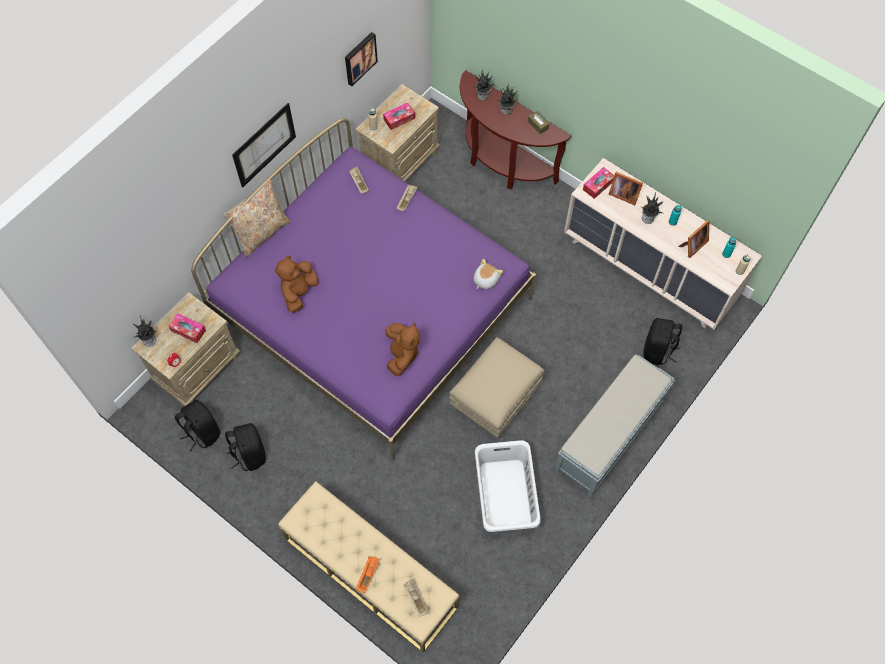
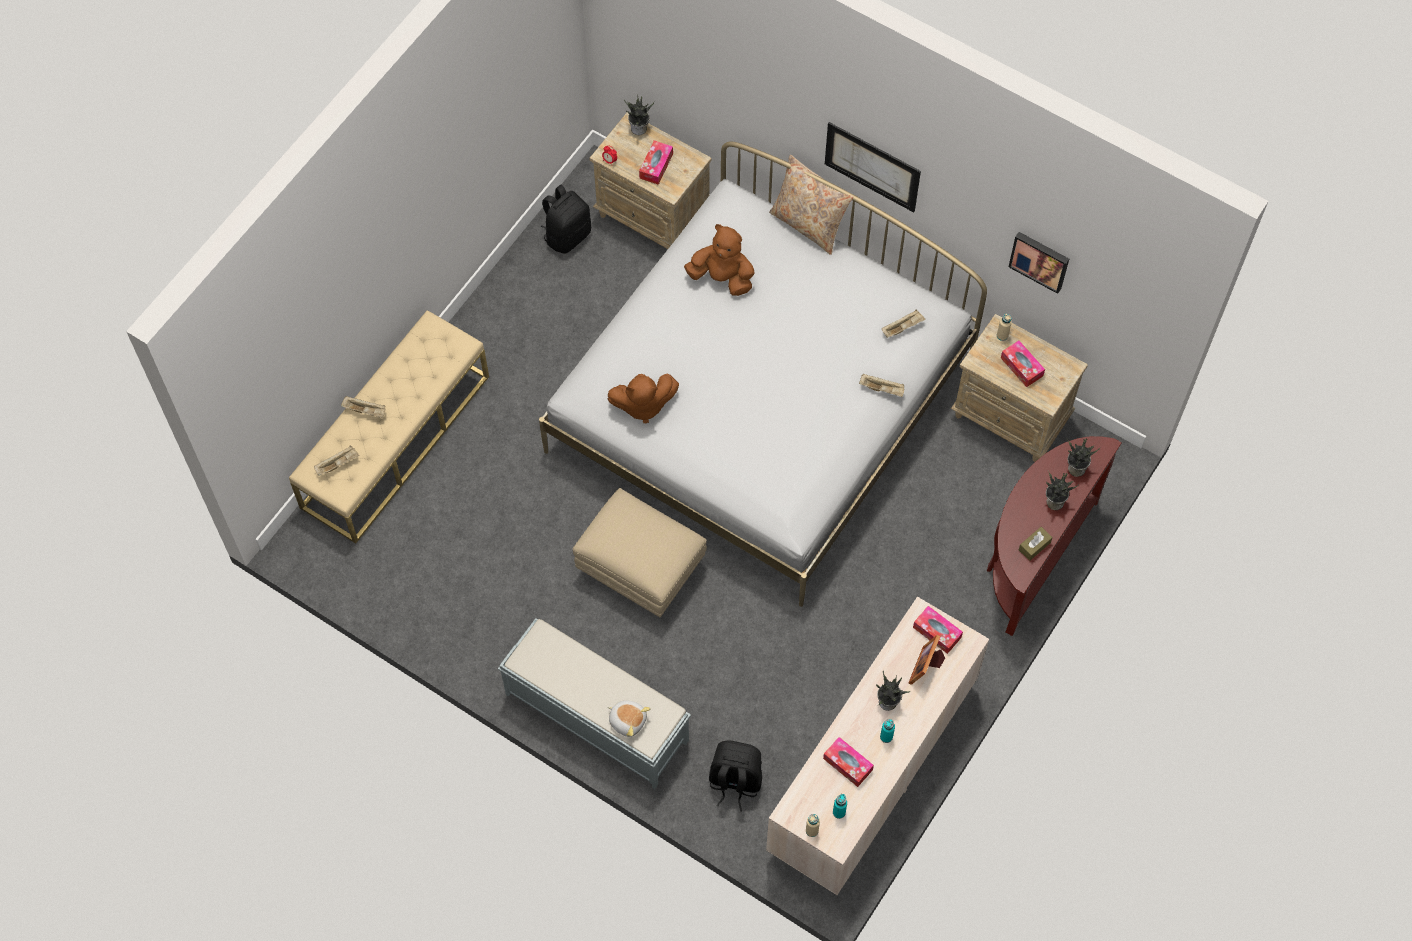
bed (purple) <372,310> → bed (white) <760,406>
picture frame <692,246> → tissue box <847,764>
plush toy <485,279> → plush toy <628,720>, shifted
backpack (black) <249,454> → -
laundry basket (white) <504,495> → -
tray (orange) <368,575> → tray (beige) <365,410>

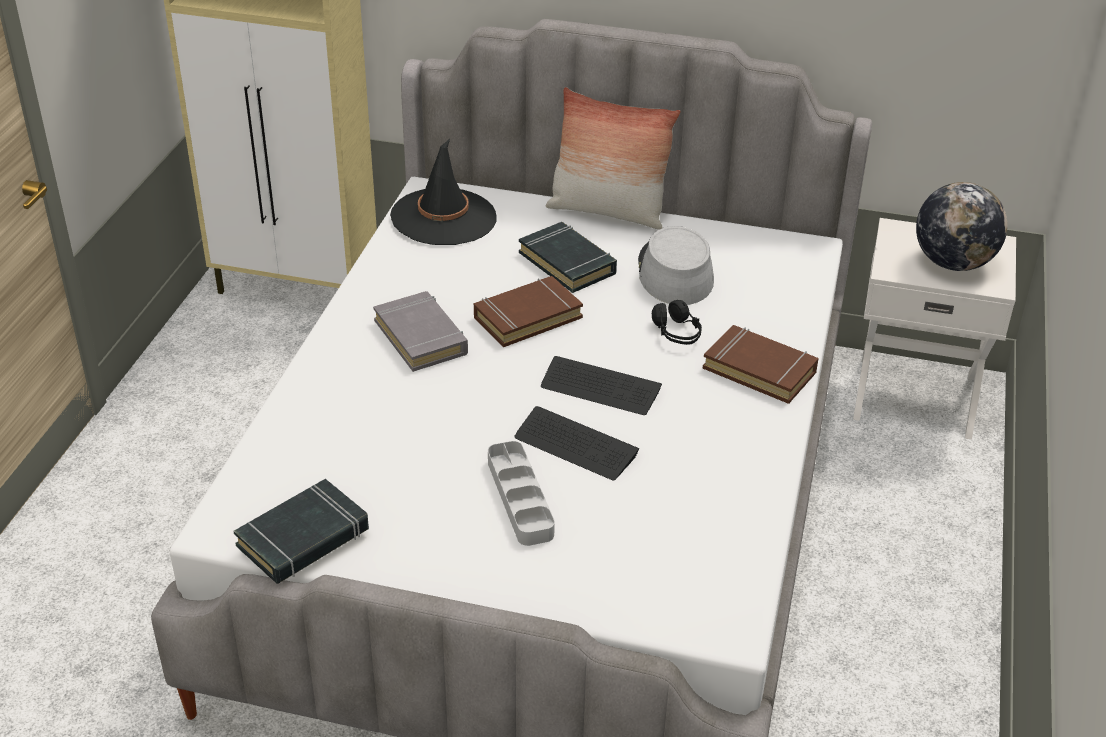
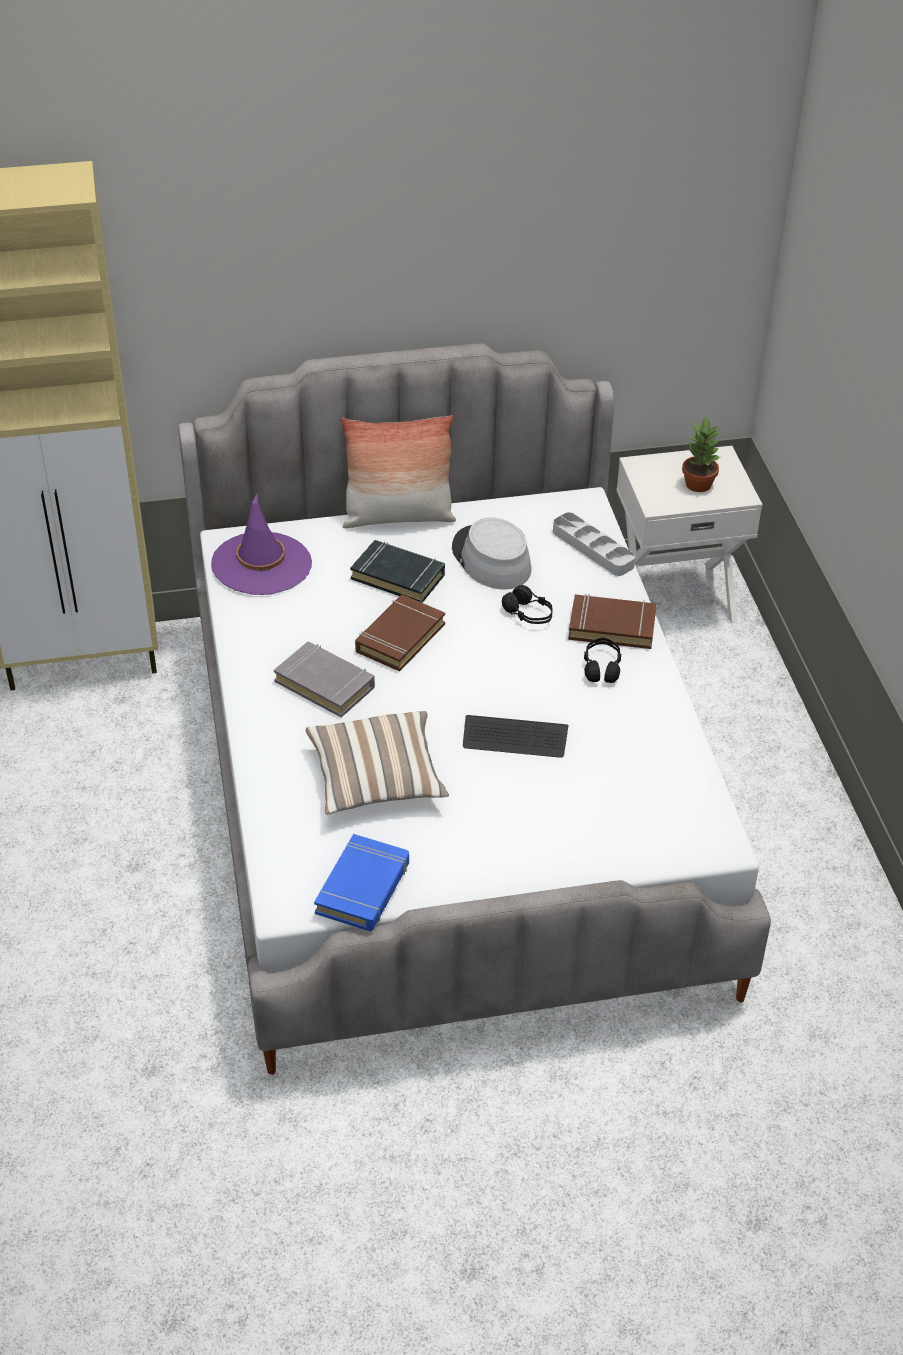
hat (black) <444,217> → hat (purple) <261,564>
globe <953,263> → potted plant <699,484>
keyboard <600,388> → -
tray (grey) <520,498> → tray (grey) <593,548>, shifted
book (black) <304,538> → book (blue) <363,888>
- → headphones (black) <601,667>
- → pillow <377,779>

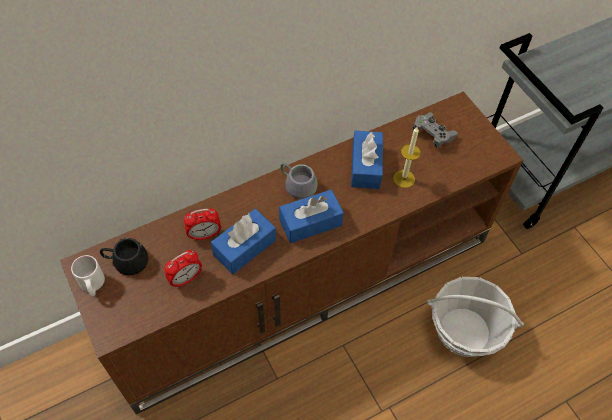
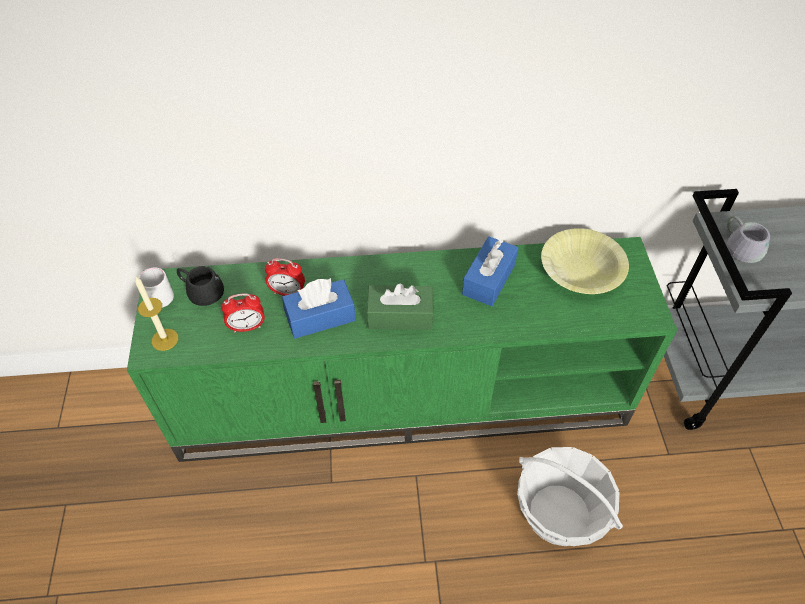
tv stand (brown) <302,282> → tv stand (green) <404,395>
game controller (grey) <432,135> → bowl (yellow) <581,270>
candle <404,179> → candle <165,339>, shifted
mug (grey) <299,182> → mug (grey) <743,245>, shifted
tissue box (blue) <310,222> → tissue box (green) <400,315>

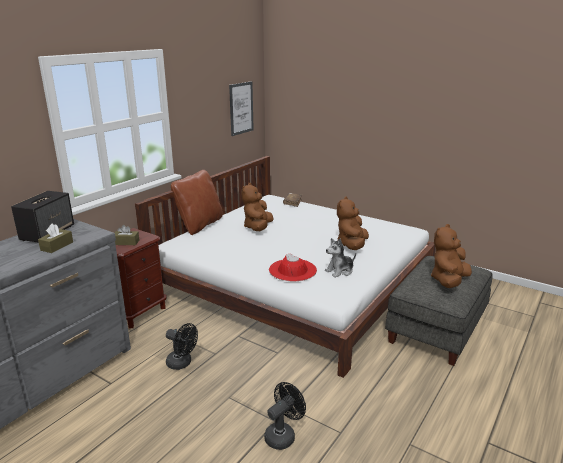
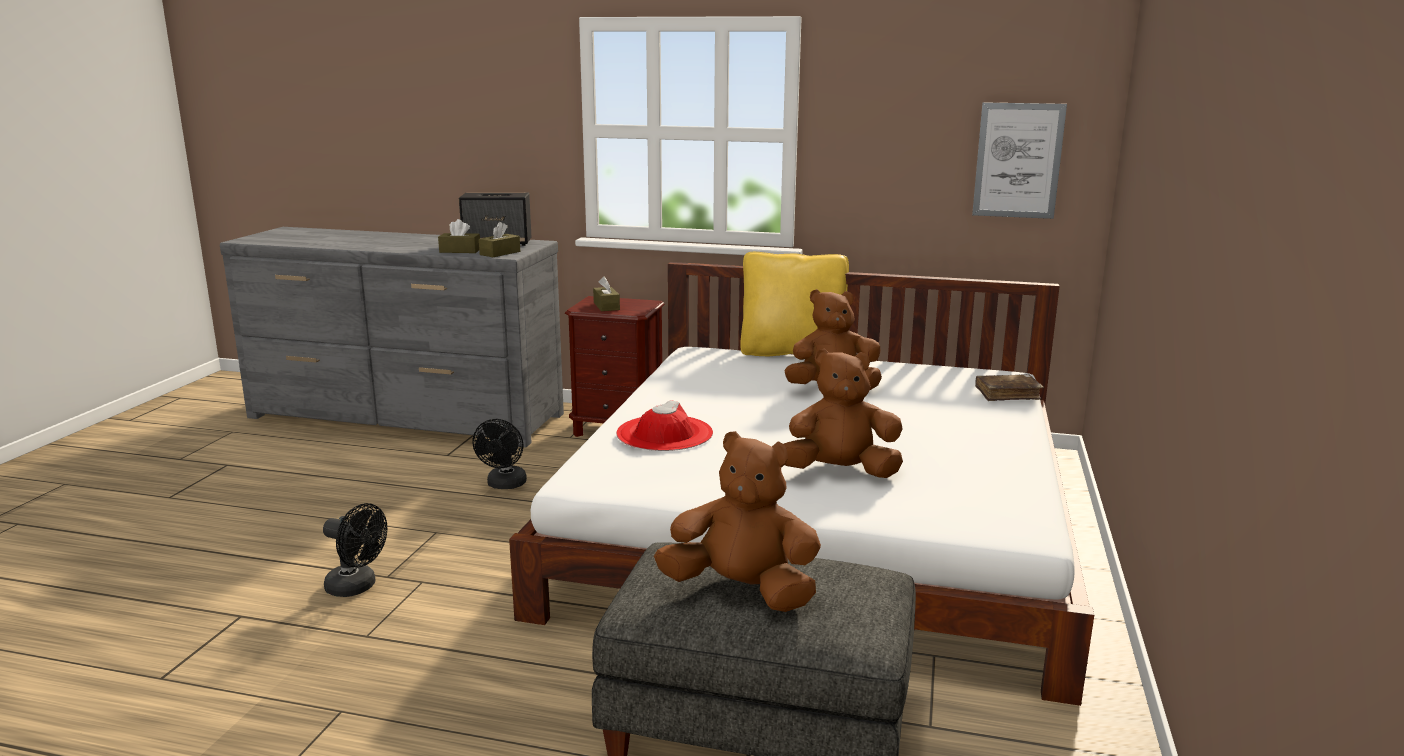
pillow (brown) <199,225> → pillow (yellow) <792,352>
plush toy <340,271> → -
- → tissue box (brown) <500,253>

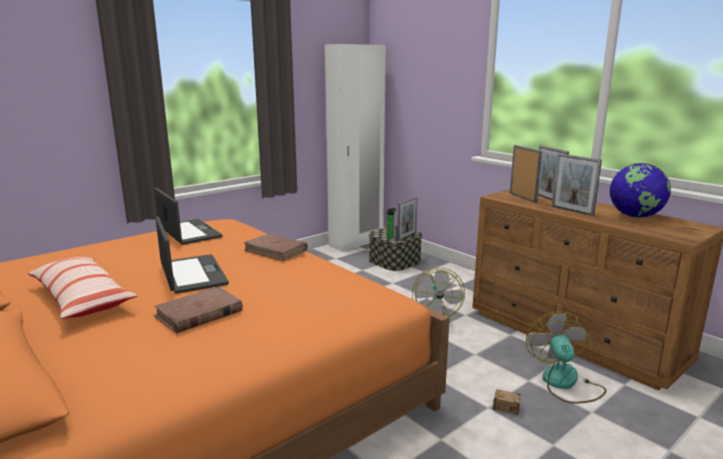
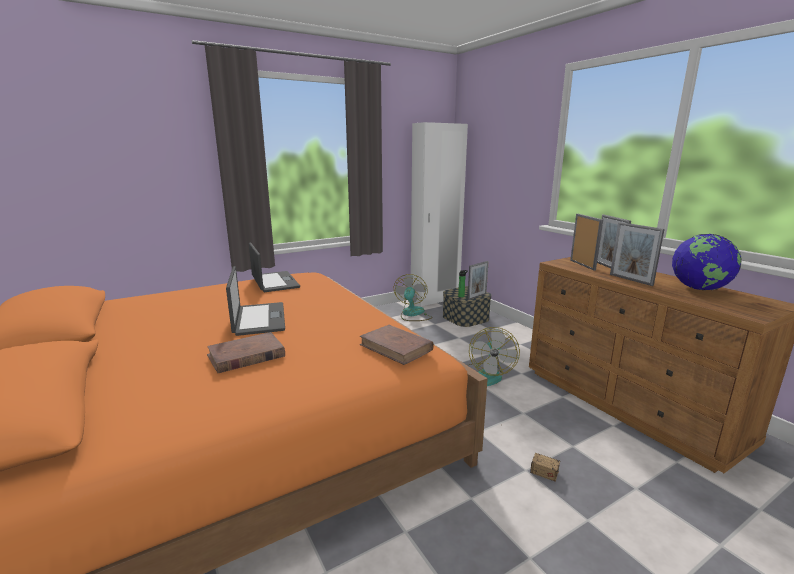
book (brown) <276,250> → book (brown) <396,347>, shifted
pillow <82,299> → -
fan <564,383> → fan <412,314>, shifted

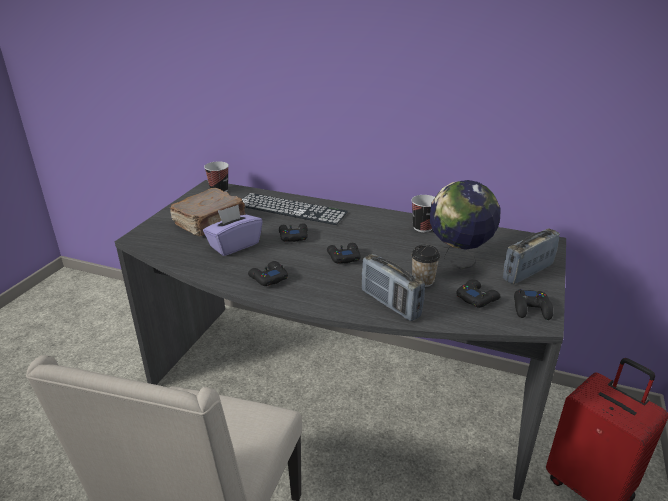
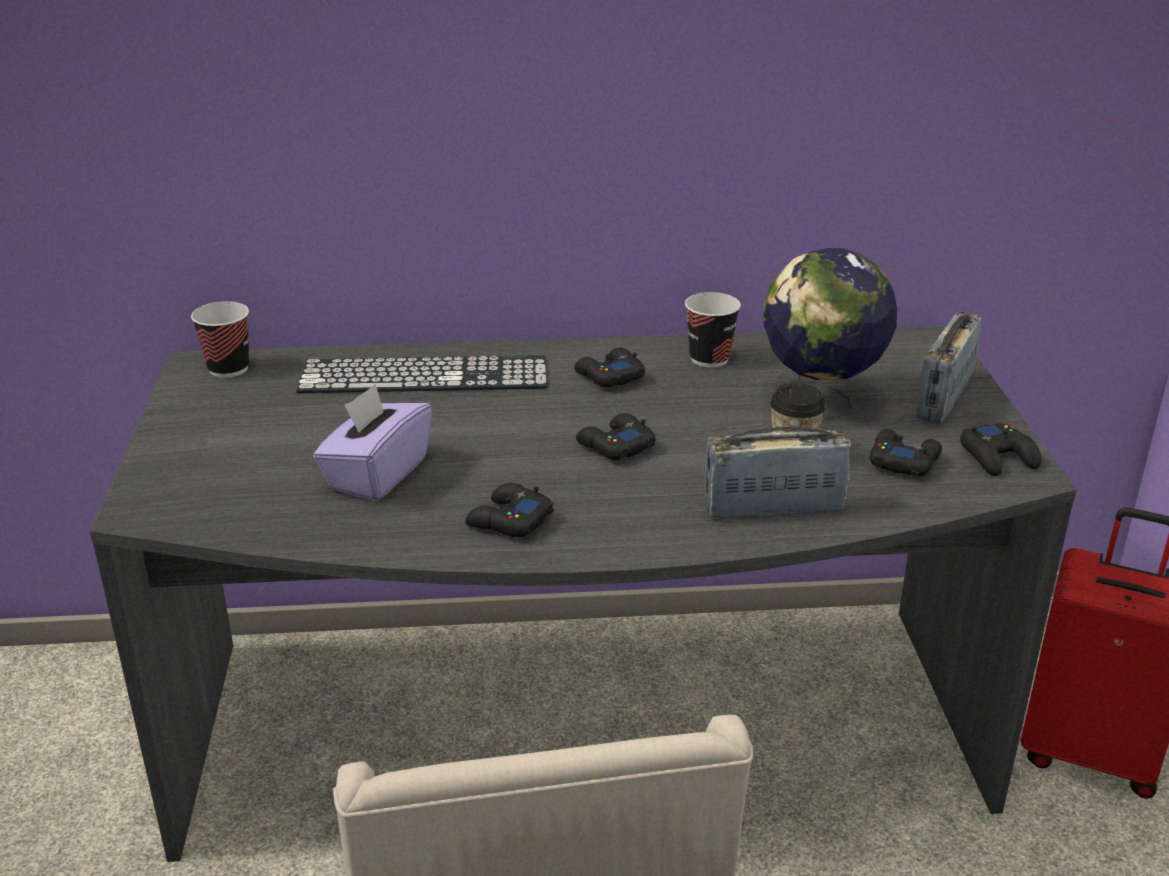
book (brown) <211,223> → -
game controller (black) <293,236> → game controller (black) <609,376>, shifted
radio <390,304> → radio <773,509>, 150 degrees clockwise

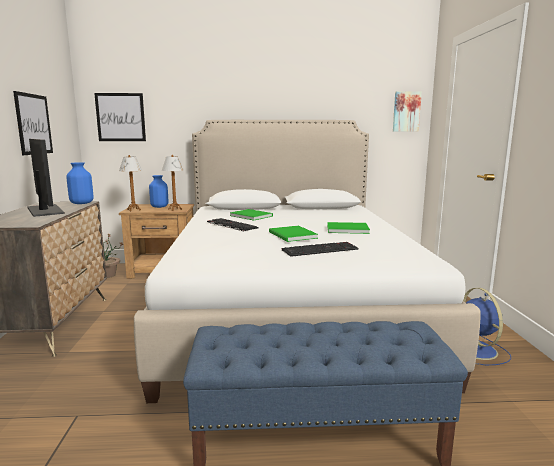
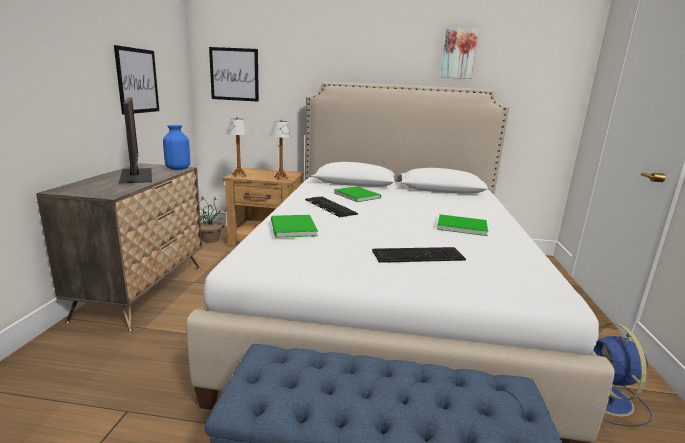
picture <406,111> → picture <458,54>, shifted
vase (blue) <159,207> → -
book (green) <292,235> → book (green) <292,228>, shifted

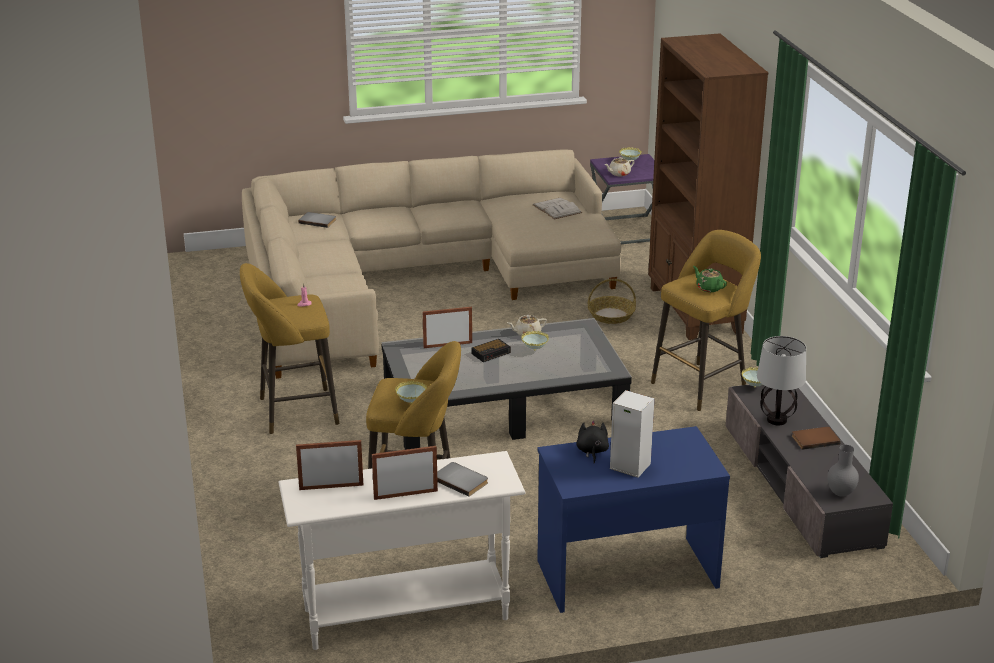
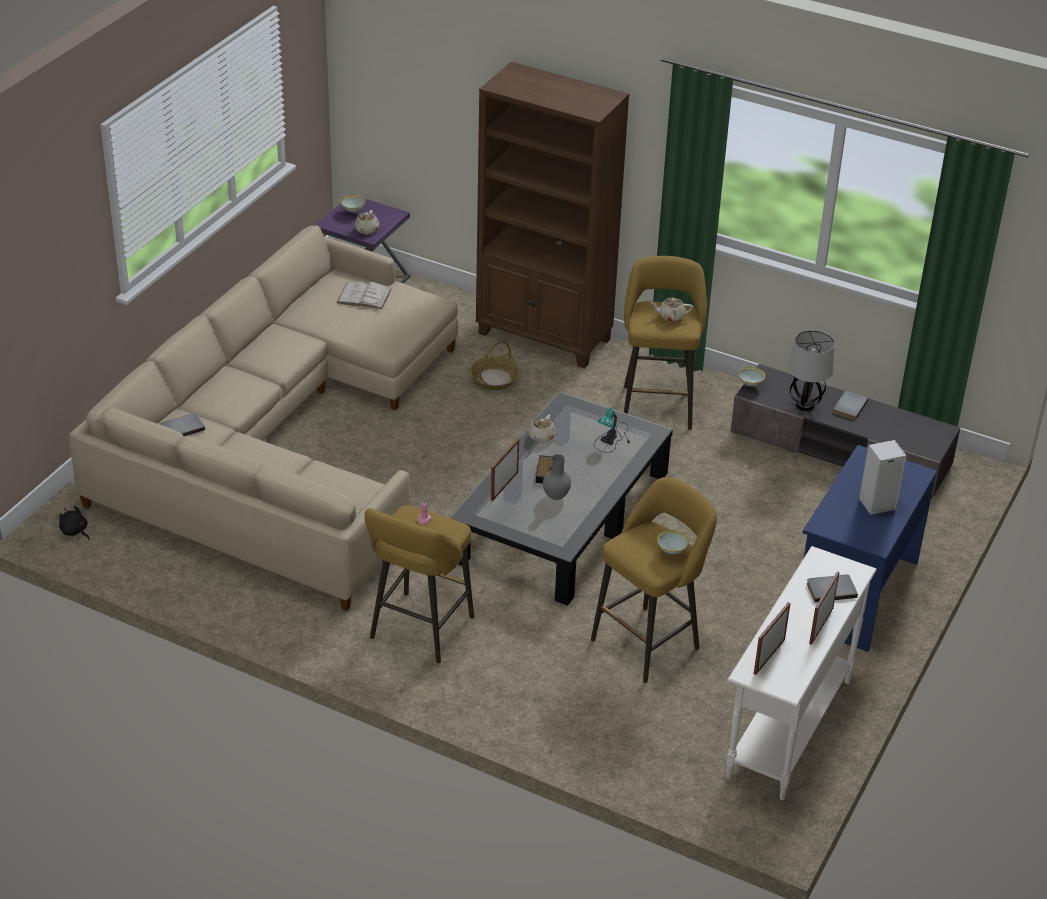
teapot (green) <709,288> → teapot (beige) <671,316>
bowl <534,350> → -
plush toy (black) <592,451> → plush toy (black) <75,531>, shifted
book (brown) <814,439> → book (grey) <848,406>
vase (grey) <841,493> → vase (grey) <556,496>, shifted
- → table lamp <613,438>

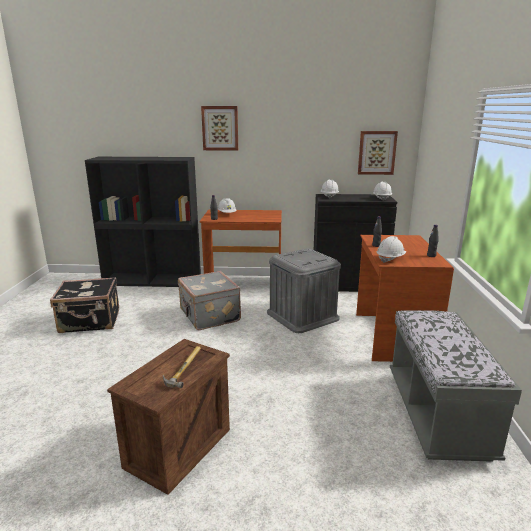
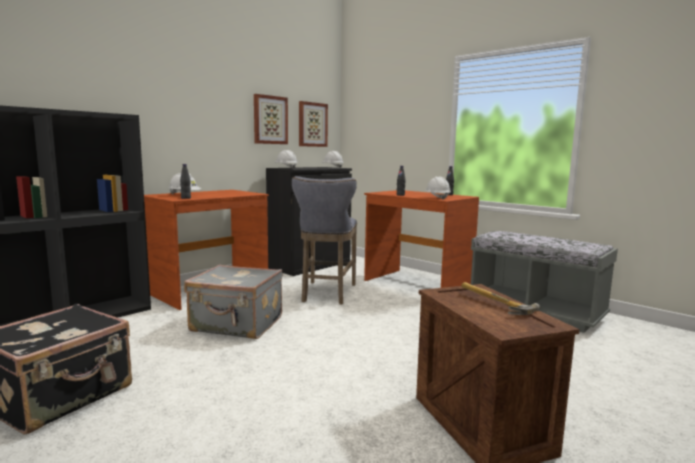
picture <220,128> → picture <270,120>, shifted
storage box (grey) <302,315> → stool (grey) <327,294>

